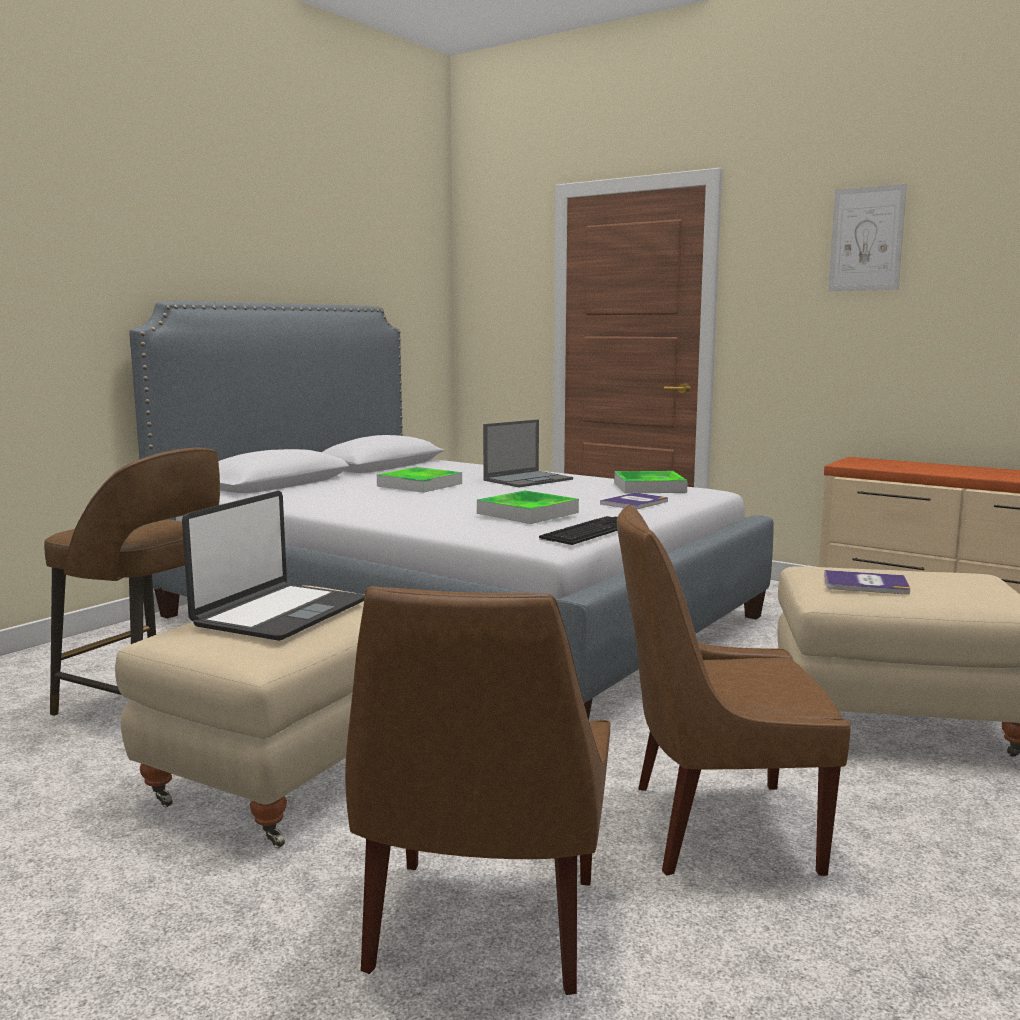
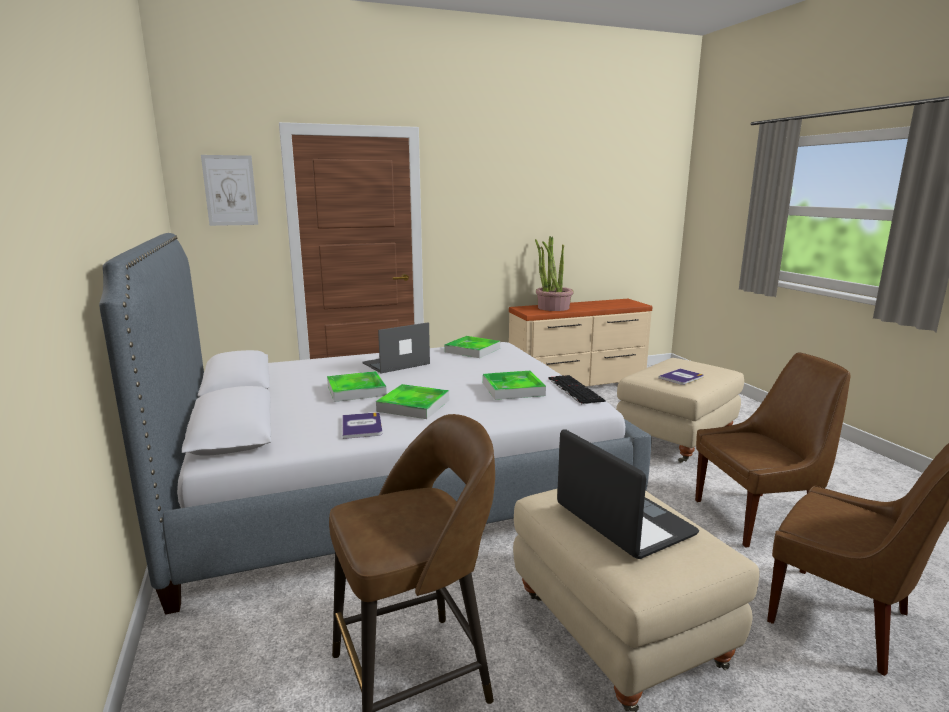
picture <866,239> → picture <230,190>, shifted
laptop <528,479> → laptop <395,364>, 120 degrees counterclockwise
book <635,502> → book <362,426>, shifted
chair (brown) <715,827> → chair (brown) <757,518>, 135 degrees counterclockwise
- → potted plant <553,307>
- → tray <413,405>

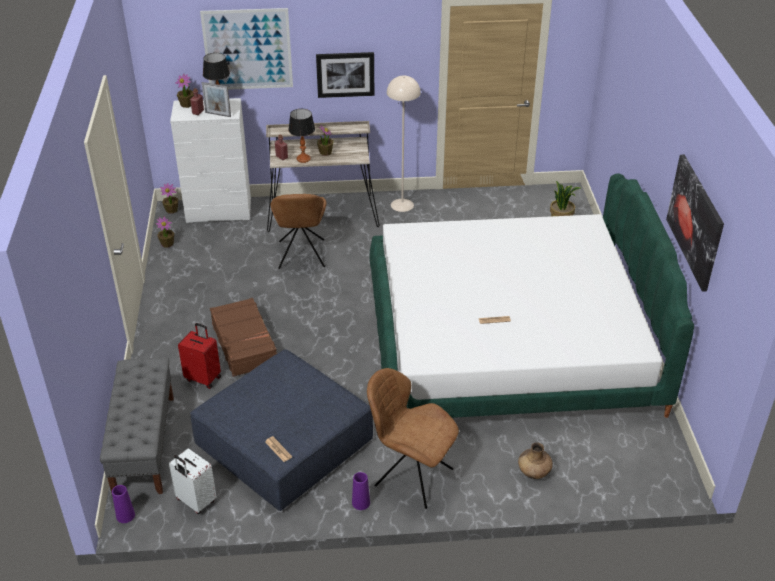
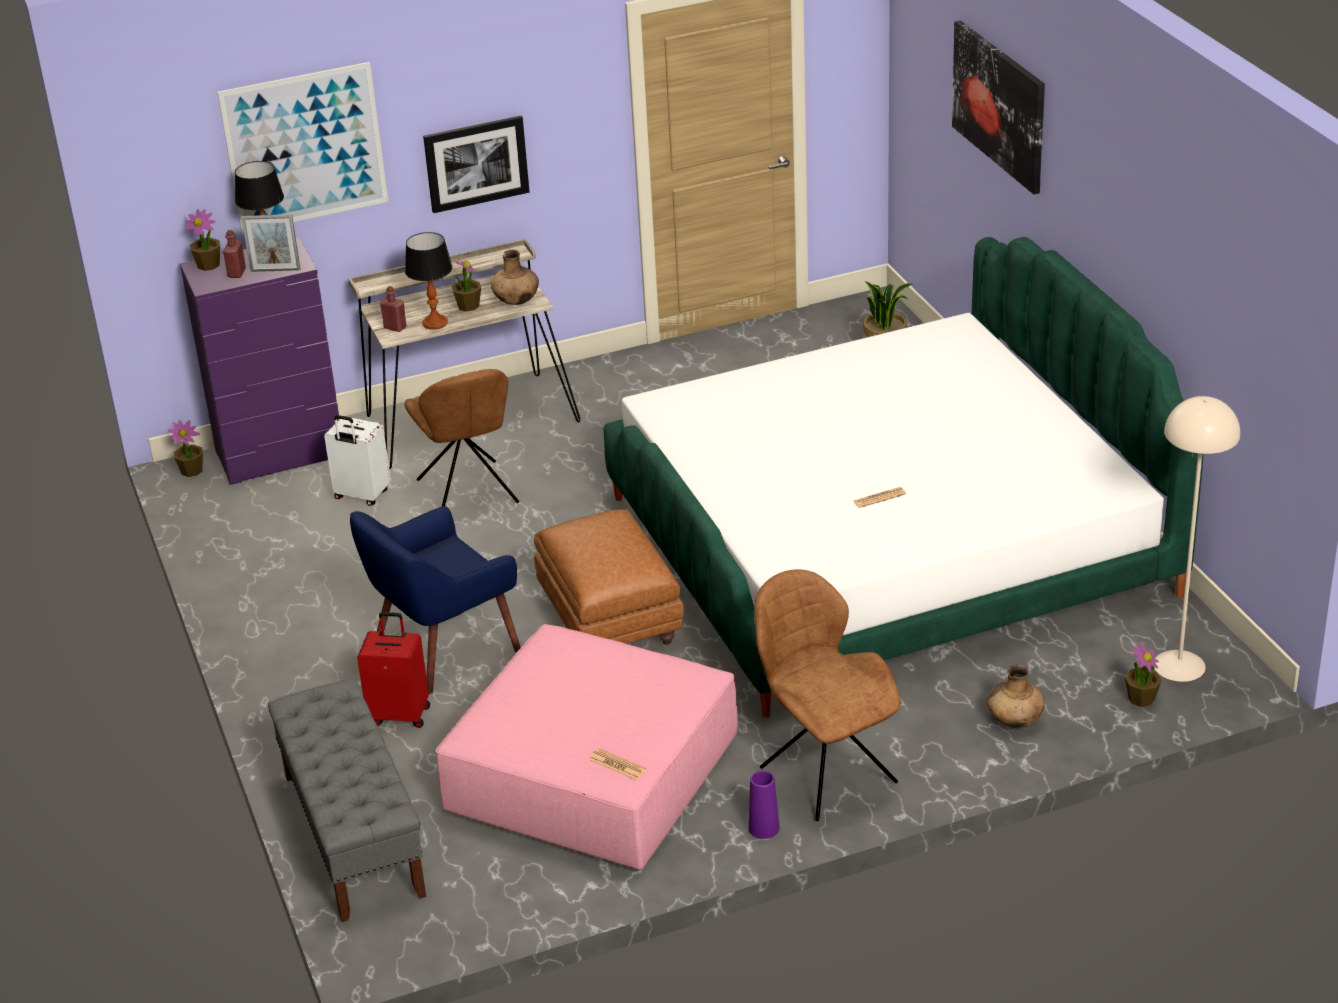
floor lamp (beige) <402,205> → floor lamp (beige) <1179,666>, shifted
dresser (white) <219,211> → dresser (purple) <281,454>
picture <695,221> → picture <999,105>, shifted
potted plant <167,244> → potted plant <1141,698>, shifted
suitcase (brown) <244,344> → armchair (blue) <443,648>
ottoman (blue) <284,443> → ottoman (pink) <592,776>
chair (brown) <411,476> → chair (brown) <825,772>, 45 degrees clockwise
suitcase (white) <195,501> → suitcase (white) <361,495>, shifted
vase (purple) <125,515> → -
- → vase (brown) <516,301>
- → ottoman (brown) <611,621>

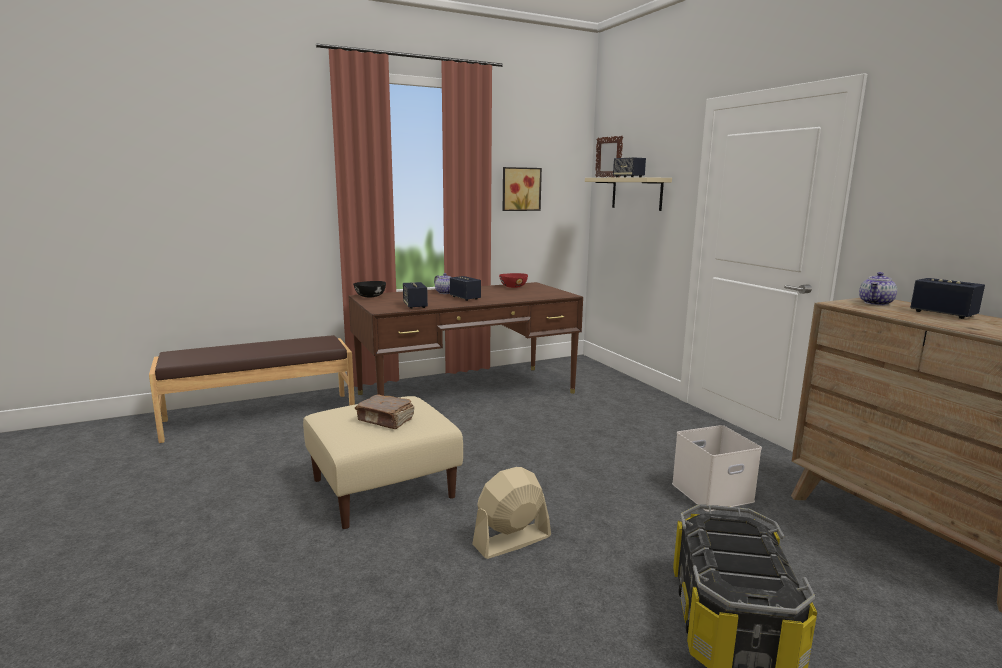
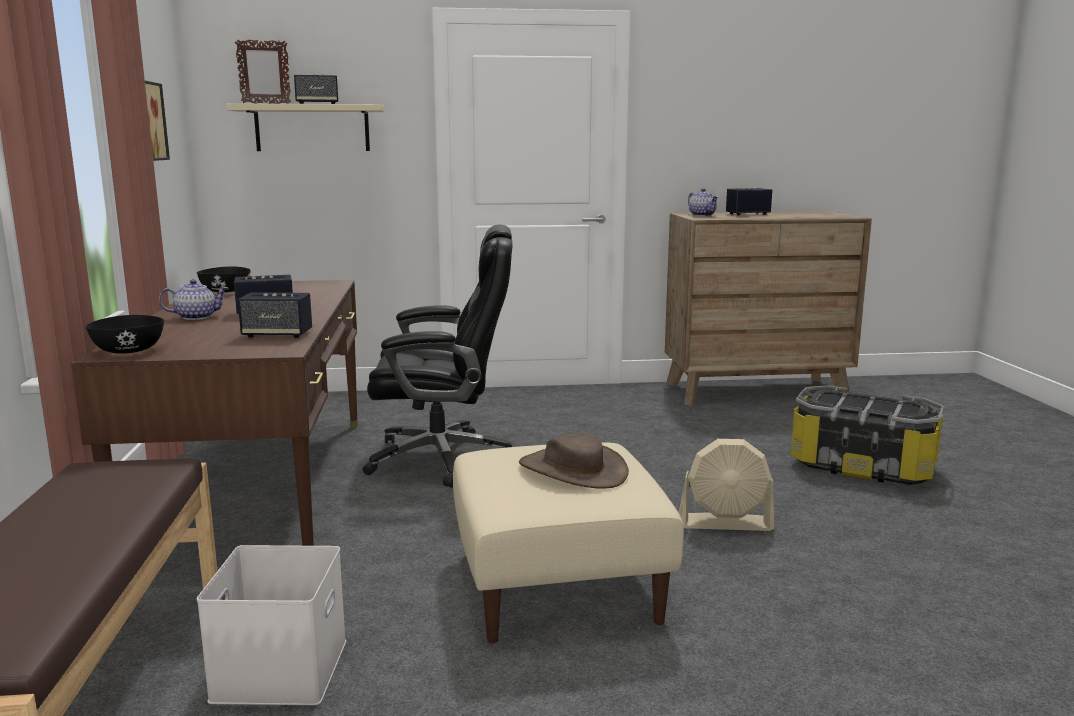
bowl (red) <513,287> → bowl (black) <225,291>
book (brown) <386,420> → hat (brown) <573,470>
storage box (white) <712,491> → storage box (white) <279,668>, shifted
fan (beige) <511,541> → fan (beige) <725,523>, 75 degrees counterclockwise
- → office chair (black) <443,458>

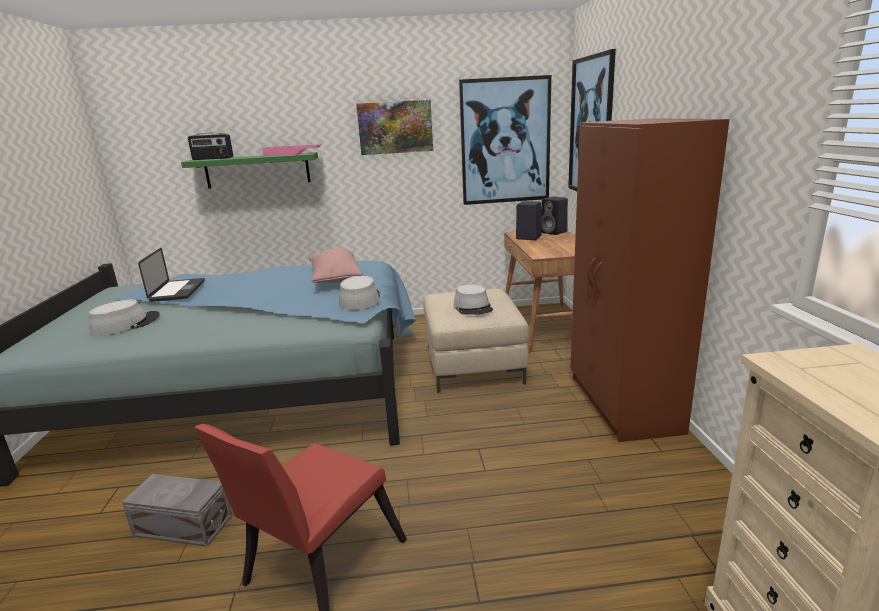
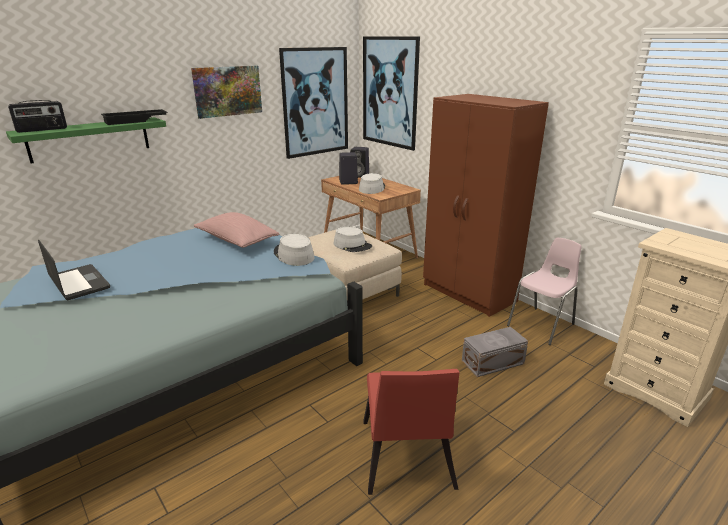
tray (pink) <291,154> → tray (black) <135,121>
hat (grey) <126,324> → hat (grey) <372,188>, shifted
storage box (grey) <183,526> → storage box (grey) <494,362>, shifted
- → chair (pink) <542,325>

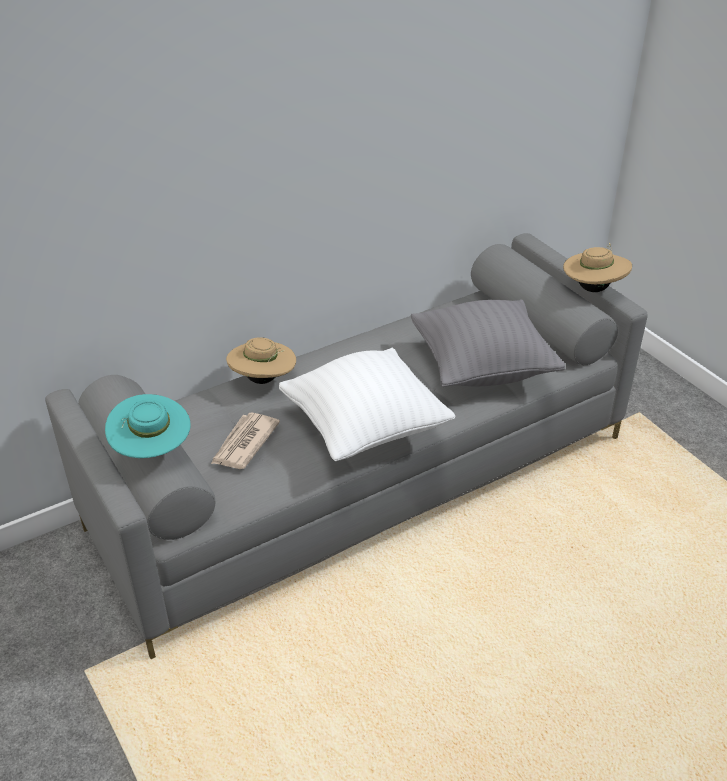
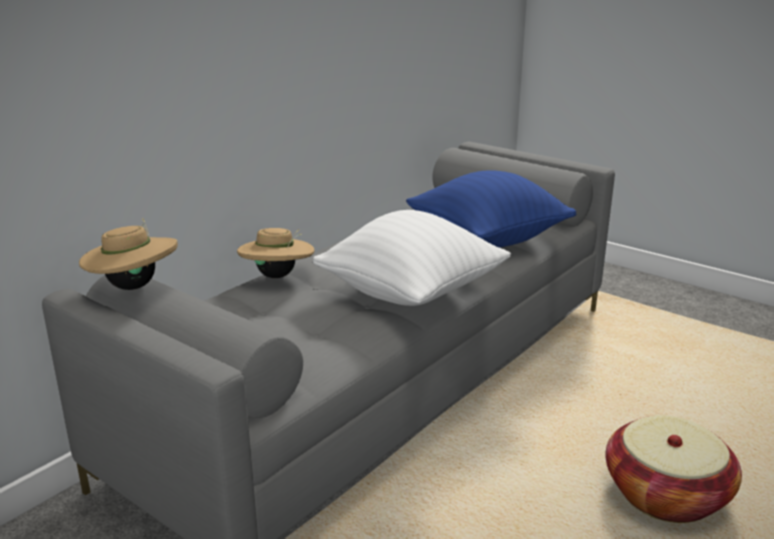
hat (beige) <593,288> → hat (beige) <133,286>, shifted
pillow (grey) <482,368> → pillow (blue) <487,239>
hat (turquoise) <152,450> → -
newspaper <244,443> → -
- → basket <666,495>

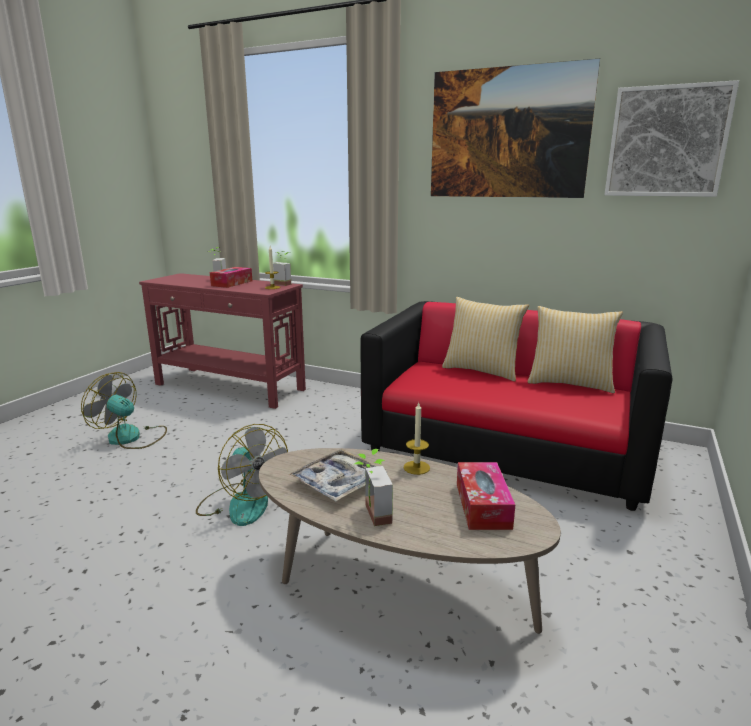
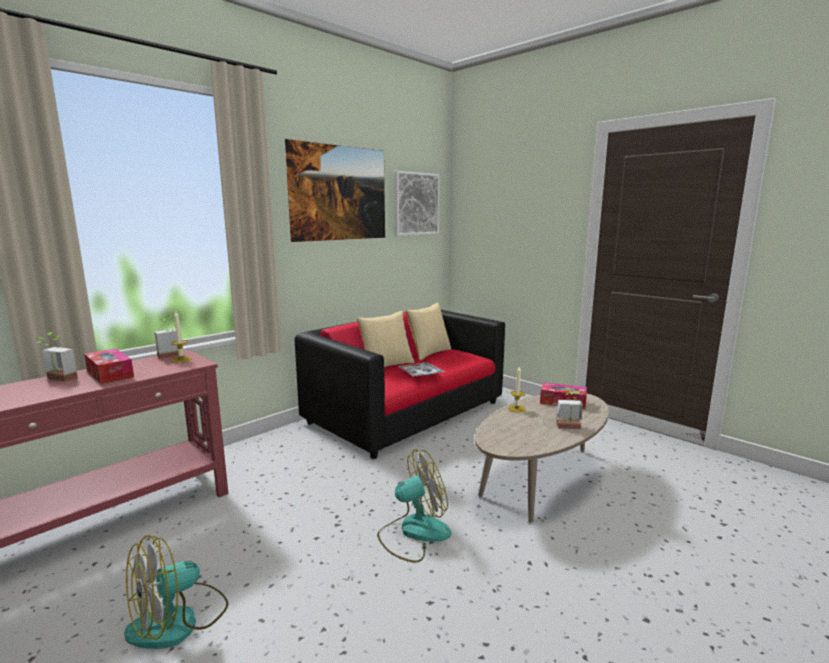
tray <338,482> → tray <420,374>, shifted

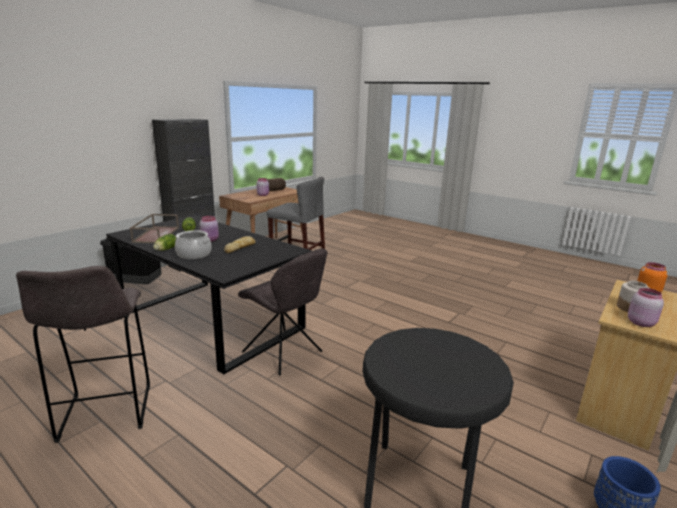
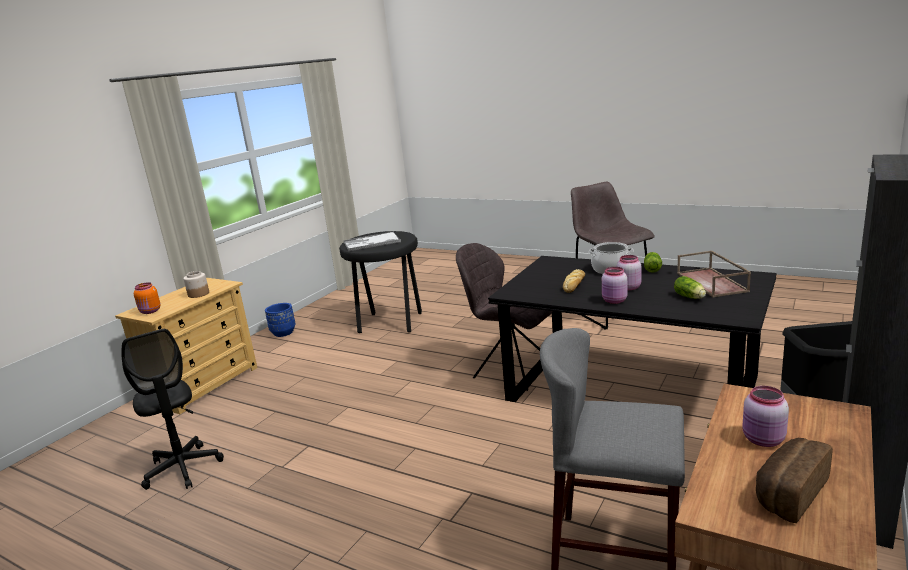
jar (pink) <640,322> → jar (pink) <614,301>, shifted
- → tray <371,242>
- → office chair (black) <183,469>

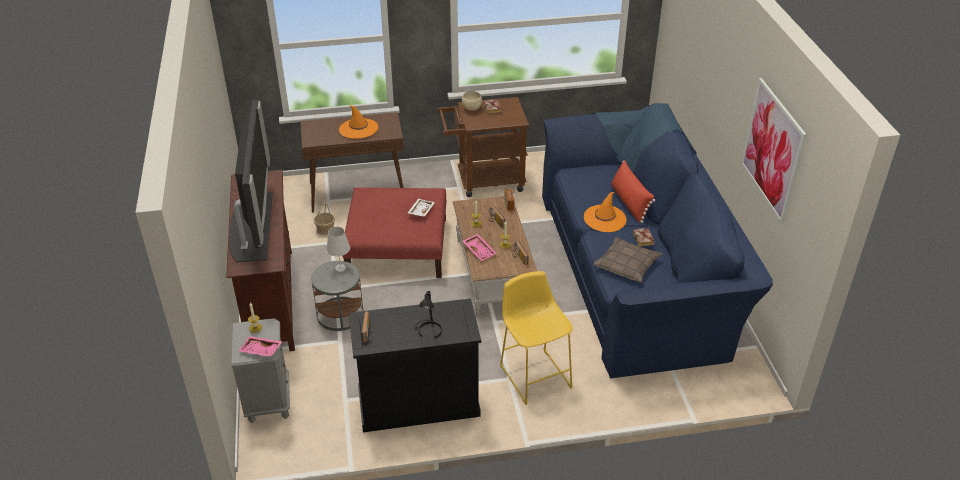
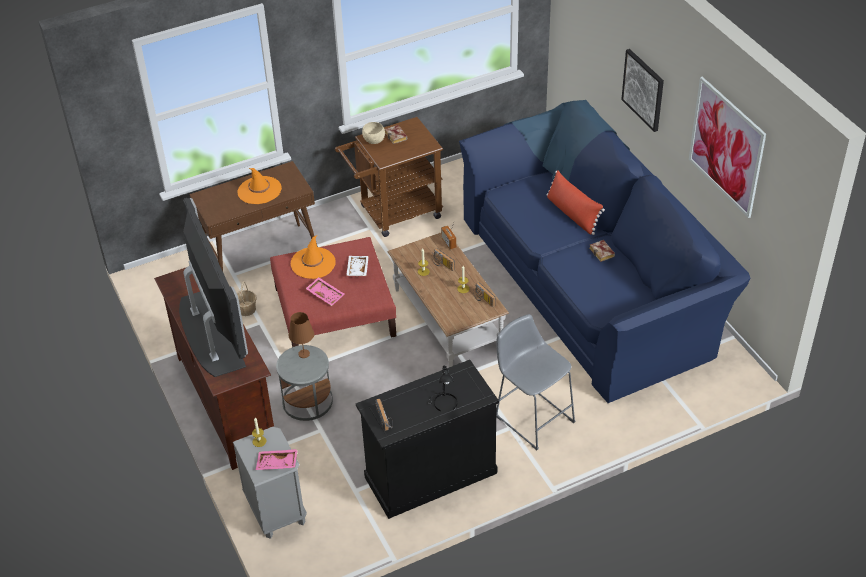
hat (orange) <605,219> → hat (orange) <313,263>, shifted
table lamp (white) <340,268> → table lamp (brown) <304,354>
tray (pink) <480,250> → tray (pink) <326,294>, shifted
pillow <627,265> → -
stool (yellow) <534,373> → stool (grey) <532,416>
- → picture <643,89>

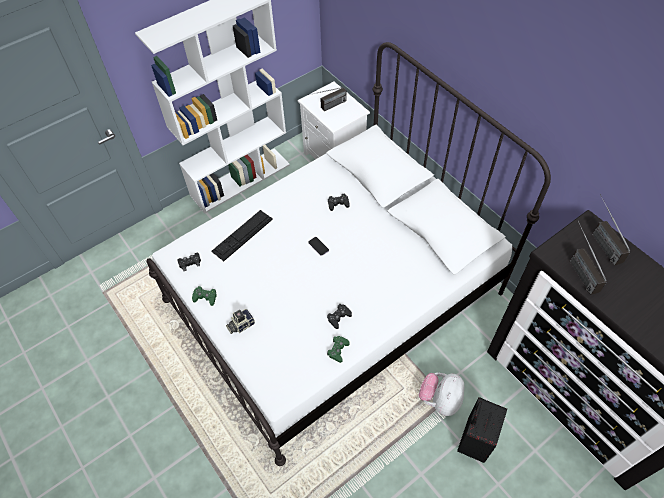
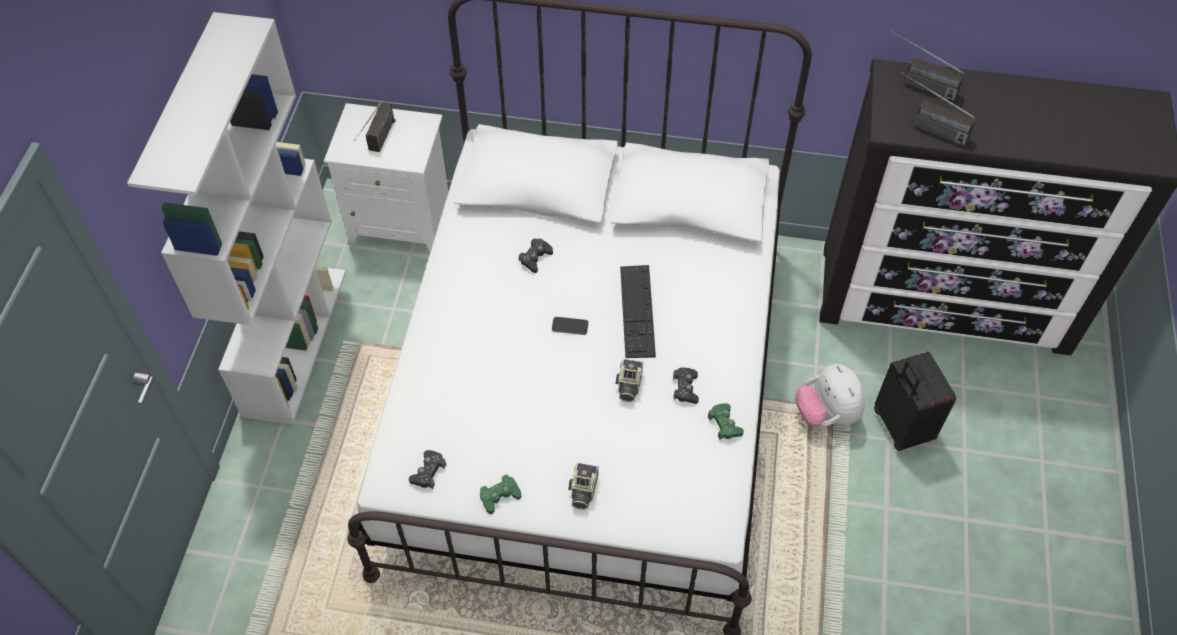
keyboard <242,235> → keyboard <637,311>, shifted
- → photo camera <628,385>

